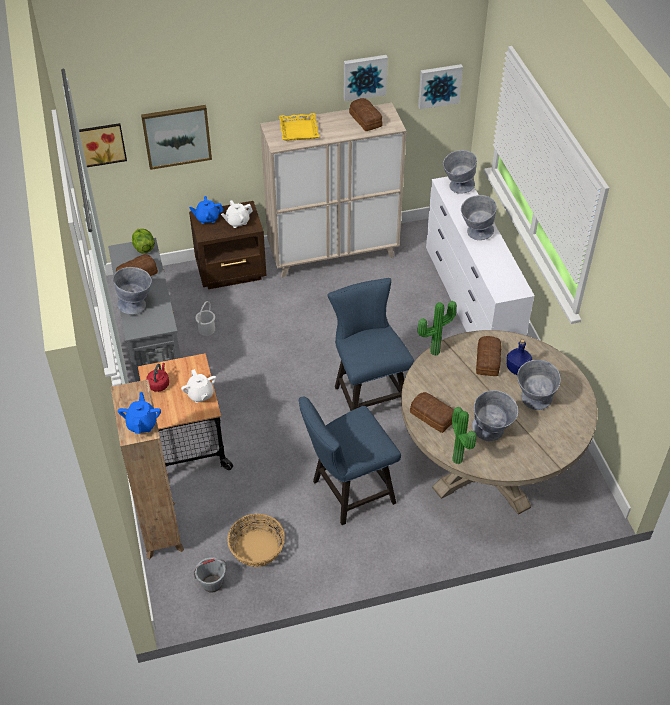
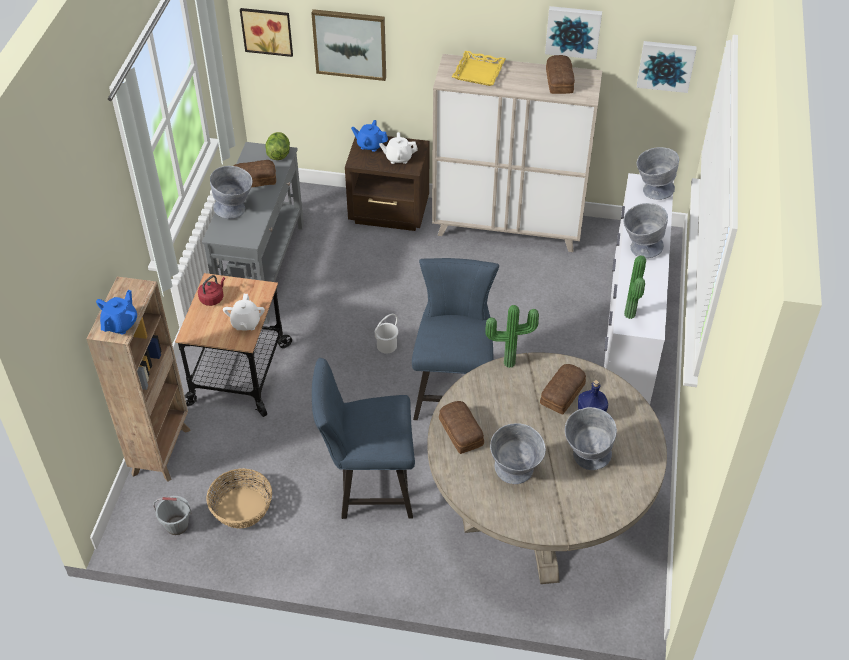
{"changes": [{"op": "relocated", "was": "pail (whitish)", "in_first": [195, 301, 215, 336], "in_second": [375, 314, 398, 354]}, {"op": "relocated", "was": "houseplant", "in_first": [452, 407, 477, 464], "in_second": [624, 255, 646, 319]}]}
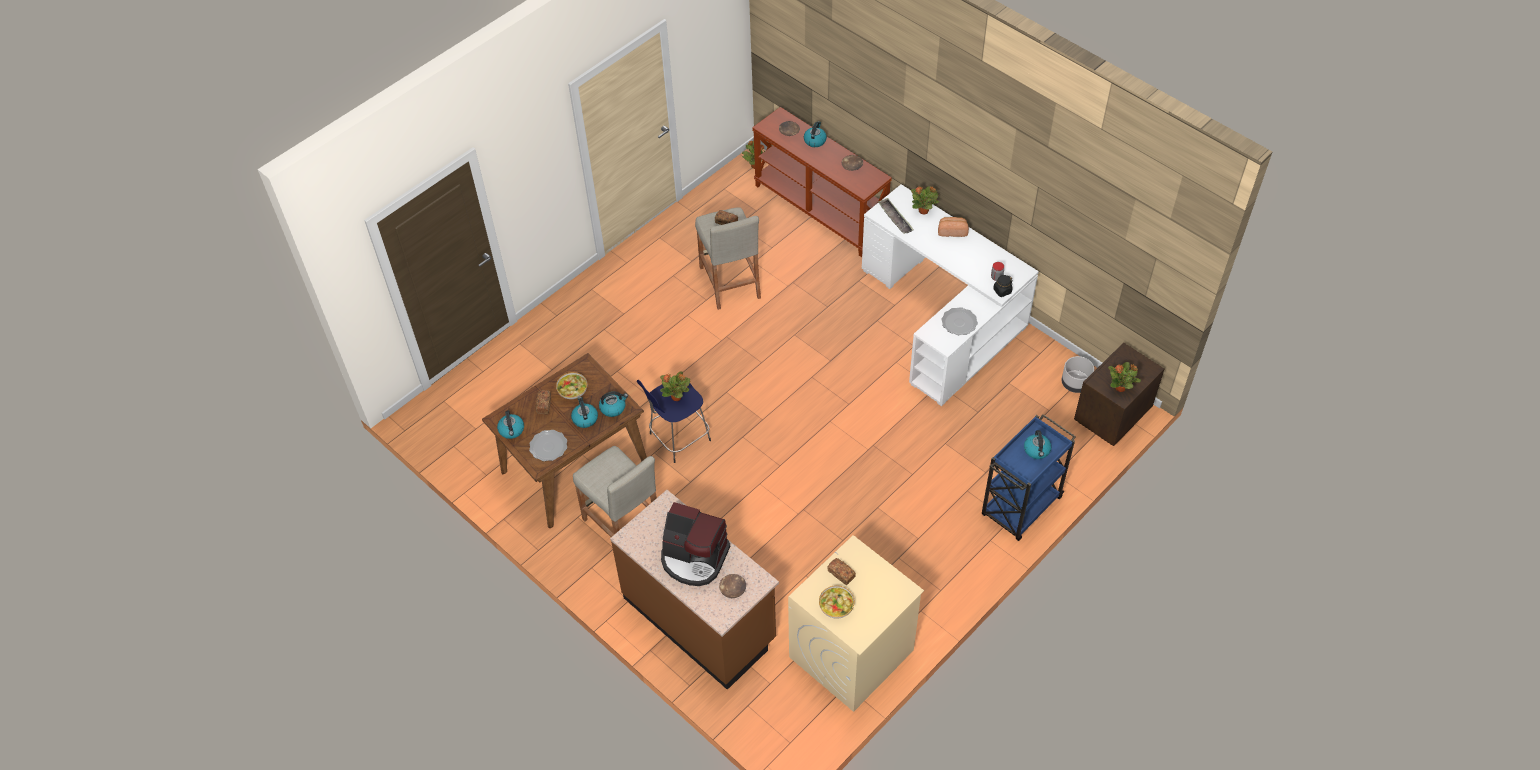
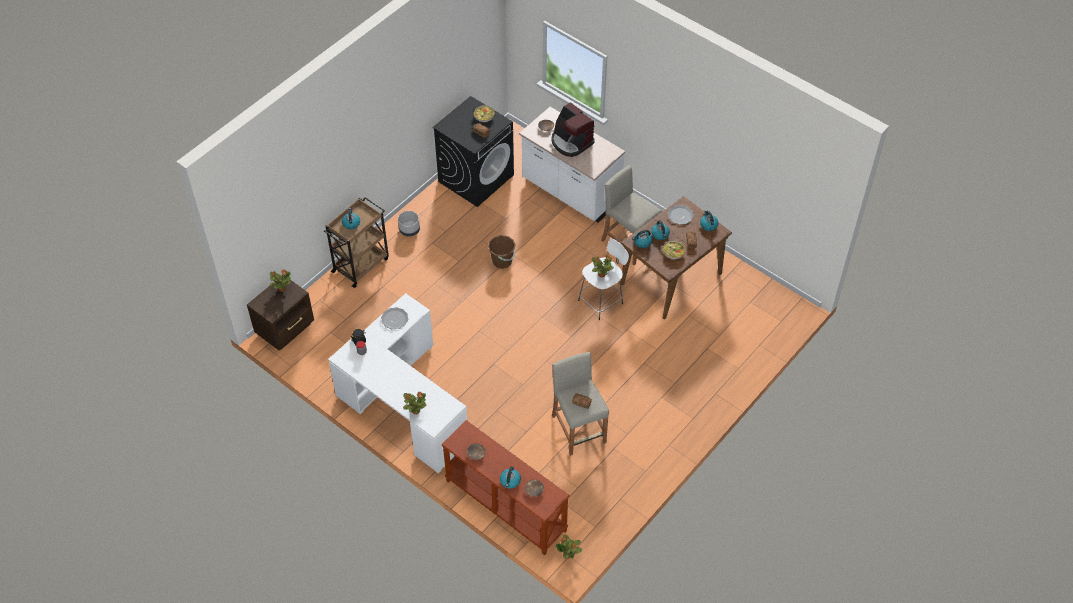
{"changes": [{"op": "missing", "was": "tray", "in_first": [878, 198, 914, 234]}, {"op": "missing", "was": "bread", "in_first": [938, 217, 969, 237]}, {"op": "relocated", "was": "plant pot (greyish)", "in_first": [1062, 356, 1094, 393], "in_second": [398, 211, 420, 237]}, {"op": "colour", "was": "sitting stool (blue-coloured)", "now": "sitting stool (whitish)", "in_first": [637, 380, 711, 463], "in_second": [578, 238, 629, 320]}, {"op": "colour", "was": "trolley (blue-coloured)", "now": "trolley (brown-coloured)", "in_first": [982, 414, 1076, 541], "in_second": [324, 197, 389, 288]}, {"op": "colour", "was": "kitchen base unit (brown-coloured)", "now": "kitchen base unit (whitish)", "in_first": [610, 490, 779, 690], "in_second": [519, 107, 625, 223]}, {"op": "spun", "was": "coffee maker", "in_first": [661, 502, 730, 586], "in_second": [551, 102, 594, 157], "clockwise": -150}, {"op": "colour", "was": "washing machine (beige)", "now": "washing machine (blackish)", "in_first": [788, 535, 924, 712], "in_second": [432, 96, 514, 207]}, {"op": "appeared", "now": "pail (brown-coloured)", "in_second": [488, 235, 516, 269]}]}
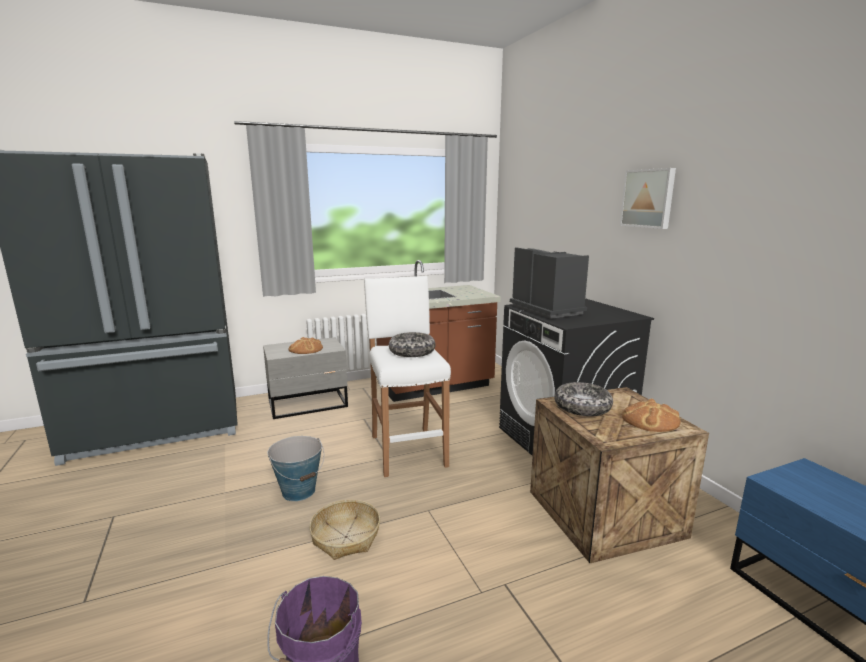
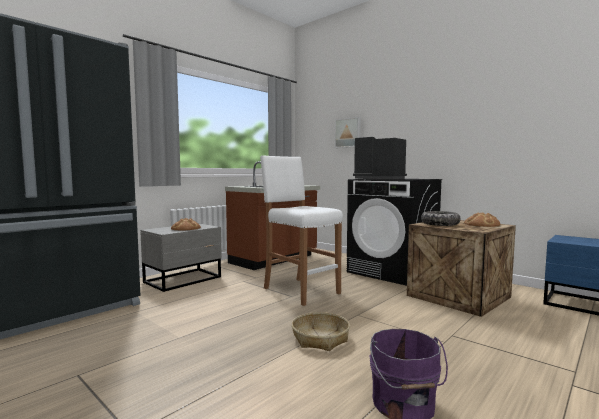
{"changes": [{"op": "relocated", "was": "wall art", "in_first": [620, 168, 676, 229], "in_second": [334, 117, 361, 148]}, {"op": "missing", "was": "serving bowl", "in_first": [389, 332, 436, 357]}, {"op": "missing", "was": "pail", "in_first": [267, 436, 324, 501]}]}
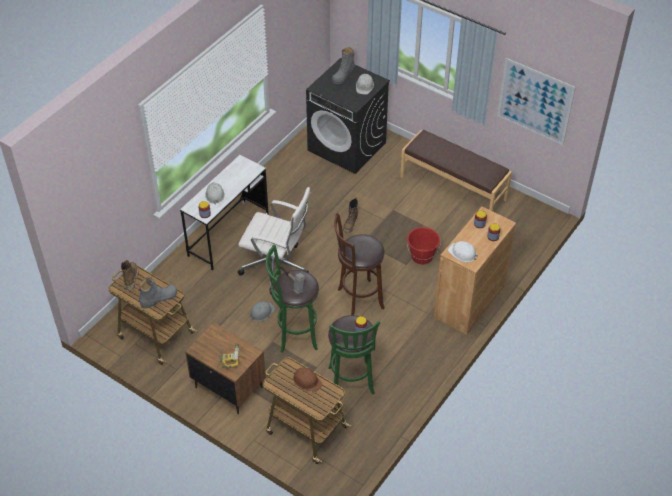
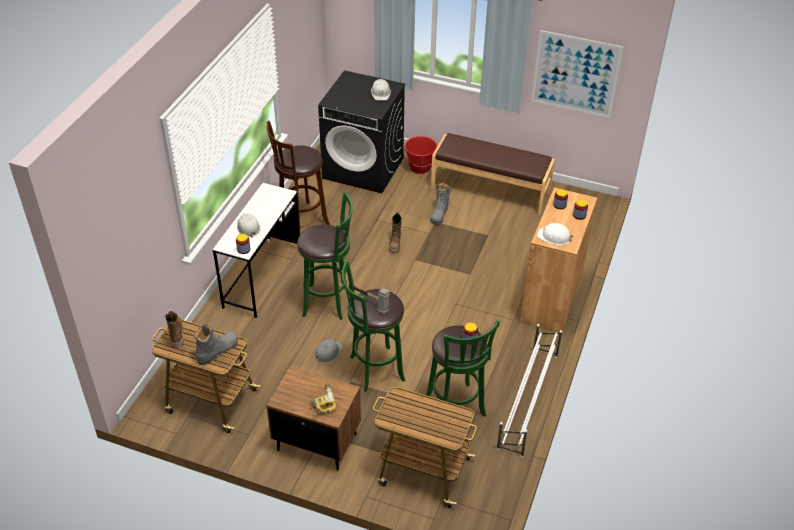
{"changes": [{"op": "relocated", "was": "boot (greyish)", "in_first": [332, 47, 355, 84], "in_second": [430, 182, 450, 225]}, {"op": "exchanged", "was": "computer chair (whitish)", "now": "sitting stool (greenish)", "in_first": [238, 187, 311, 294], "in_second": [297, 192, 353, 320]}, {"op": "relocated", "was": "sitting stool (brown-coloured)", "in_first": [334, 213, 385, 315], "in_second": [267, 121, 330, 227]}, {"op": "relocated", "was": "pail (red-coloured)", "in_first": [407, 227, 441, 264], "in_second": [405, 136, 437, 174]}, {"op": "missing", "was": "safety helmet (brown-coloured)", "in_first": [293, 367, 322, 392]}, {"op": "appeared", "now": "shoe stand (whitish)", "in_second": [497, 324, 562, 458]}]}
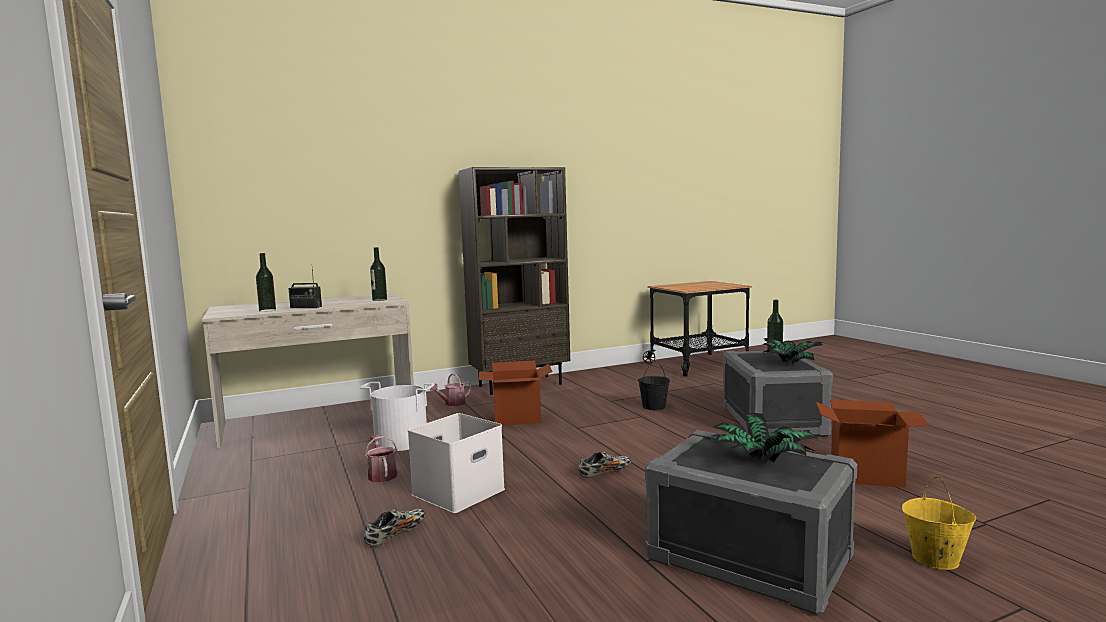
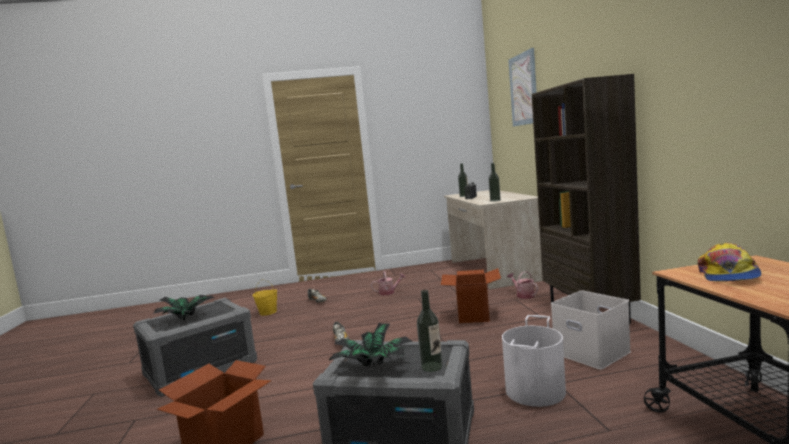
{"changes": [{"op": "missing", "was": "pail (blackish)", "in_first": [638, 361, 670, 410]}, {"op": "relocated", "was": "pail (whitish)", "in_first": [360, 382, 435, 451], "in_second": [502, 315, 566, 407]}, {"op": "relocated", "was": "storage bin (whitish)", "in_first": [408, 413, 505, 513], "in_second": [551, 290, 631, 370]}, {"op": "relocated", "was": "pail (yellowish)", "in_first": [902, 477, 976, 570], "in_second": [253, 279, 277, 316]}, {"op": "appeared", "now": "wall art", "in_second": [508, 48, 537, 126]}, {"op": "appeared", "now": "peaked cap", "in_second": [698, 243, 762, 282]}]}
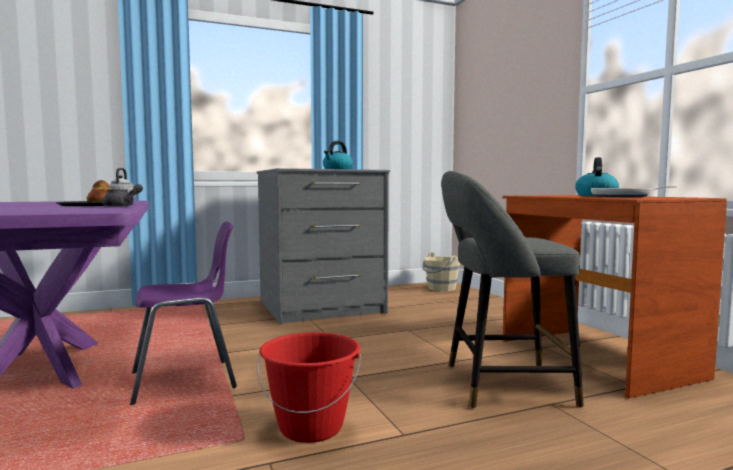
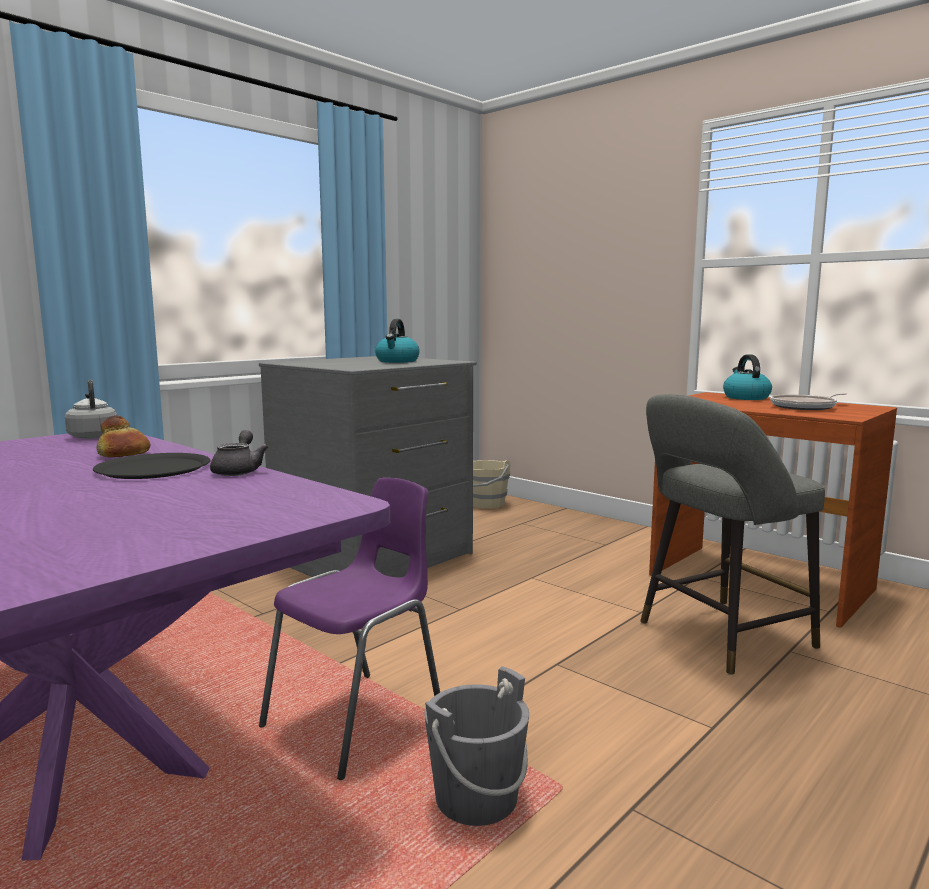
{"changes": [{"op": "missing", "was": "pail (red-coloured)", "in_first": [258, 332, 361, 443]}, {"op": "appeared", "now": "pail (greyish)", "in_second": [424, 666, 529, 826]}]}
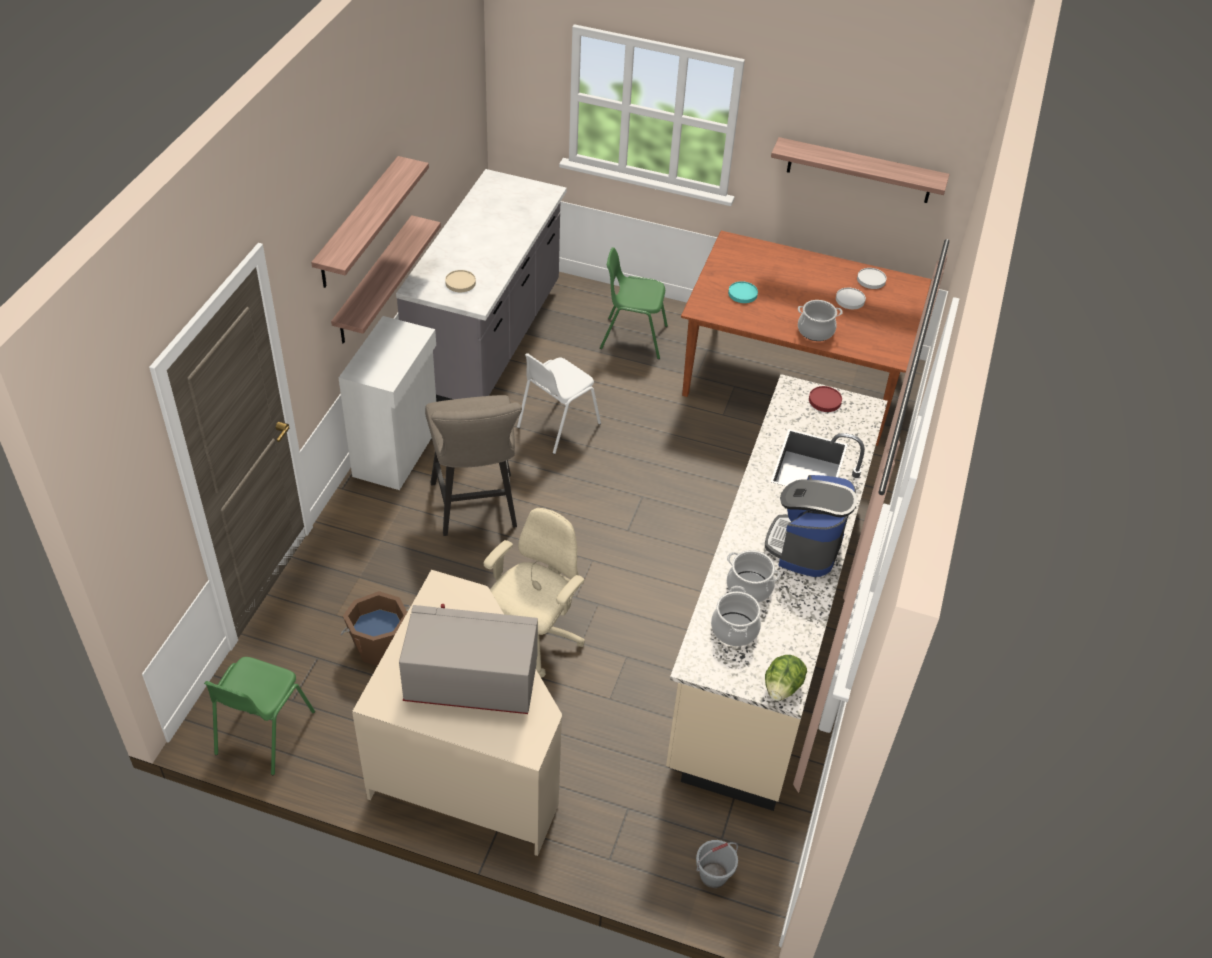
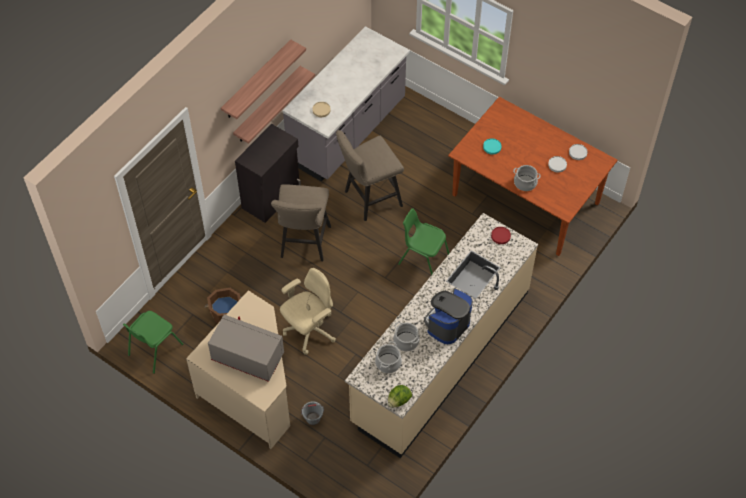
{"changes": [{"op": "missing", "was": "shelf", "in_first": [771, 137, 950, 203]}, {"op": "relocated", "was": "upright chair (greenish)", "in_first": [600, 247, 668, 359], "in_second": [398, 208, 449, 275]}, {"op": "colour", "was": "storage cabinet (whitish)", "now": "storage cabinet (blackish)", "in_first": [339, 316, 436, 490], "in_second": [235, 124, 301, 223]}, {"op": "exchanged", "was": "upright chair (whitish)", "now": "sitting stool (beige)", "in_first": [517, 353, 601, 454], "in_second": [336, 130, 404, 221]}, {"op": "relocated", "was": "pail (greyish)", "in_first": [696, 840, 738, 888], "in_second": [301, 401, 324, 425]}]}
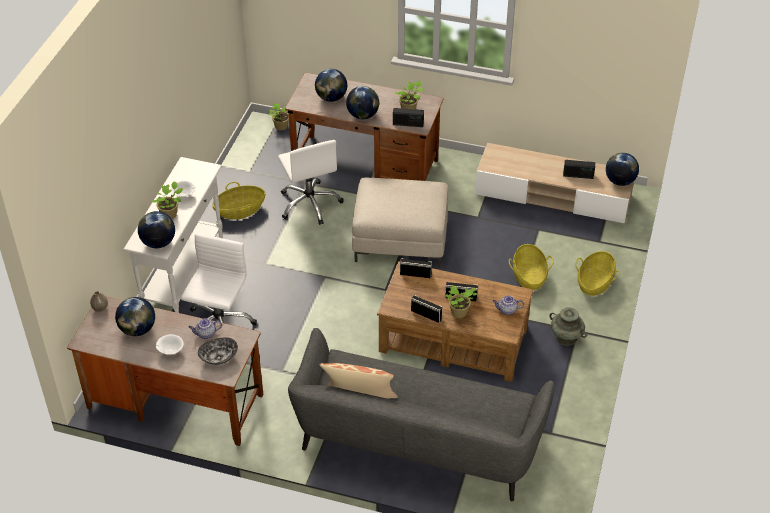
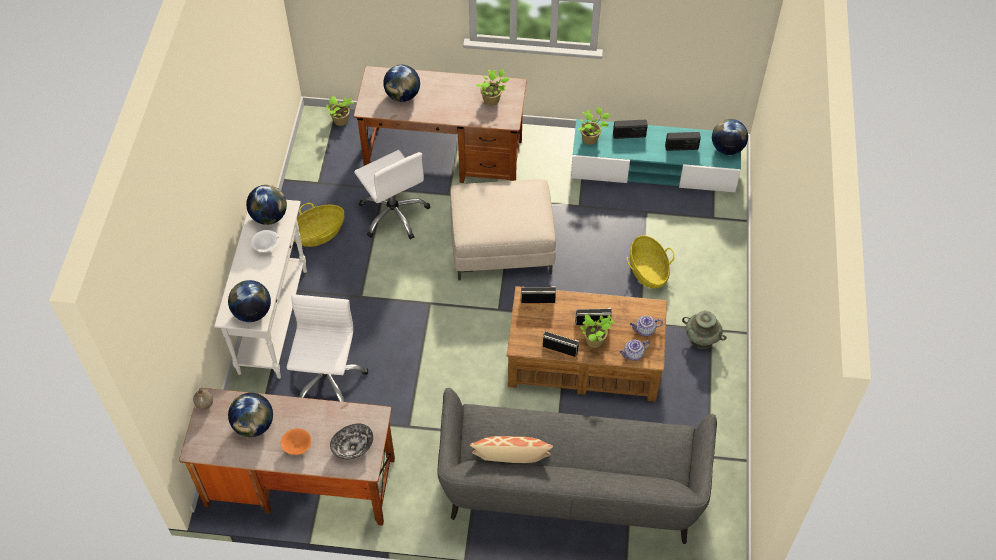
{"changes": [{"op": "relocated", "was": "desk globe", "in_first": [346, 86, 379, 119], "in_second": [246, 185, 287, 225]}, {"op": "relocated", "was": "radio", "in_first": [393, 108, 424, 127], "in_second": [613, 120, 648, 139]}, {"op": "colour", "was": "media console (beige)", "now": "media console (turquoise)", "in_first": [475, 143, 634, 224], "in_second": [571, 119, 741, 193]}, {"op": "relocated", "was": "houseplant", "in_first": [151, 181, 183, 219], "in_second": [579, 107, 610, 145]}, {"op": "missing", "was": "basket", "in_first": [575, 251, 620, 296]}, {"op": "relocated", "was": "pot for tea", "in_first": [188, 318, 222, 339], "in_second": [619, 340, 650, 361]}, {"op": "colour", "was": "serving bowl (whitish)", "now": "serving bowl (orange)", "in_first": [156, 334, 184, 355], "in_second": [280, 428, 311, 455]}]}
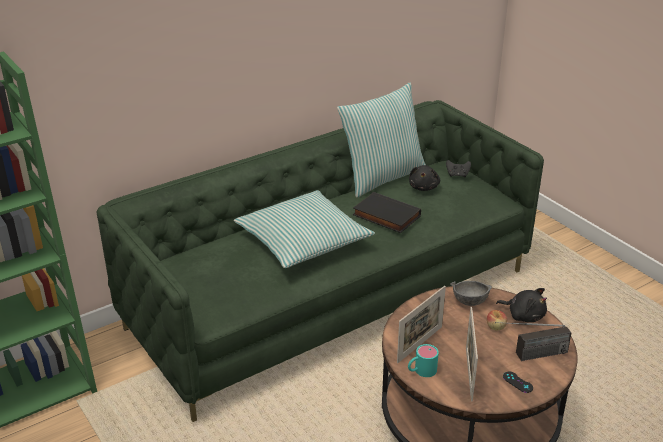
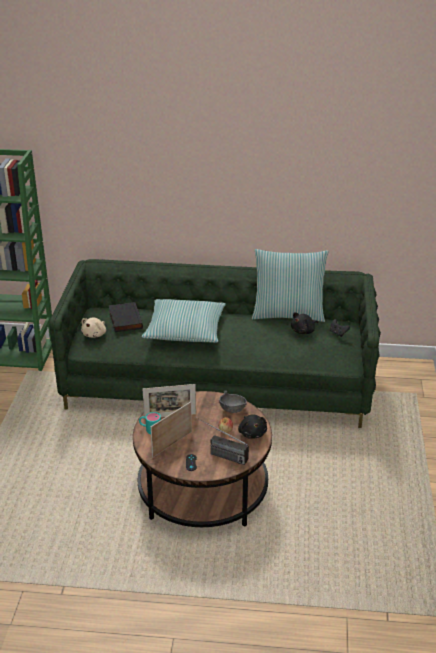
{"changes": [{"op": "relocated", "was": "book (blackish)", "in_first": [353, 192, 421, 233], "in_second": [108, 302, 143, 332]}, {"op": "appeared", "now": "plush toy (beige)", "in_second": [81, 317, 106, 338]}]}
